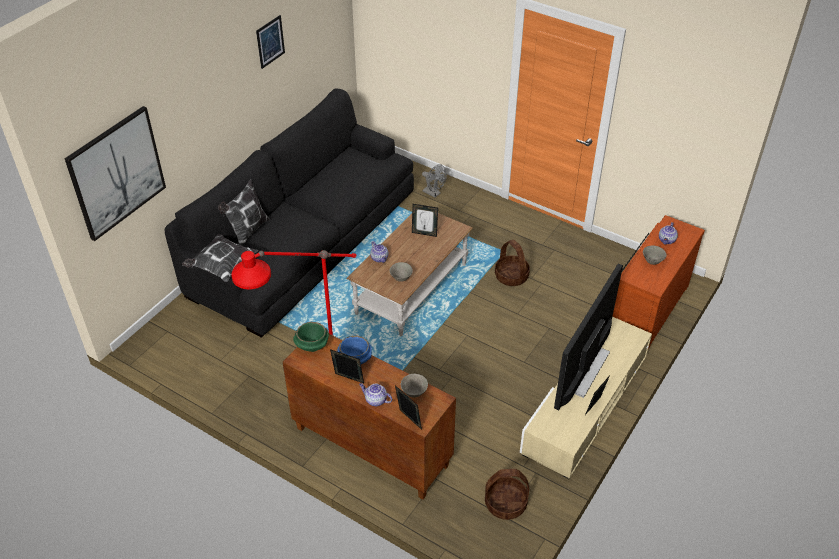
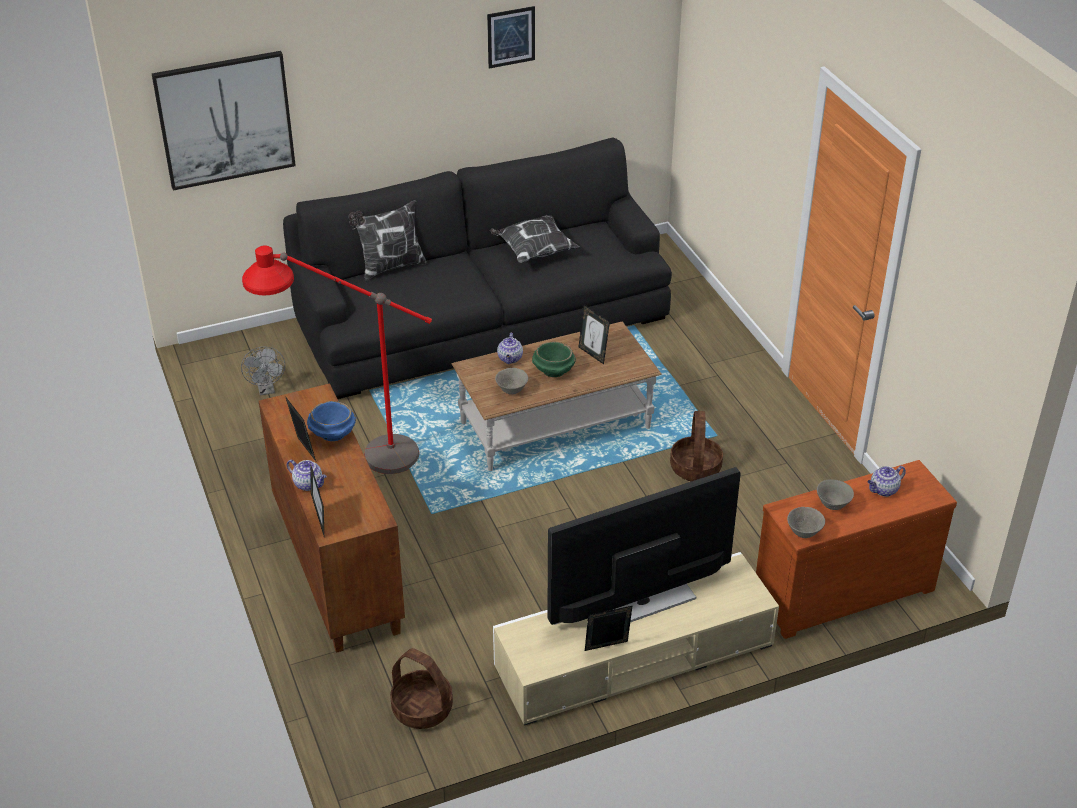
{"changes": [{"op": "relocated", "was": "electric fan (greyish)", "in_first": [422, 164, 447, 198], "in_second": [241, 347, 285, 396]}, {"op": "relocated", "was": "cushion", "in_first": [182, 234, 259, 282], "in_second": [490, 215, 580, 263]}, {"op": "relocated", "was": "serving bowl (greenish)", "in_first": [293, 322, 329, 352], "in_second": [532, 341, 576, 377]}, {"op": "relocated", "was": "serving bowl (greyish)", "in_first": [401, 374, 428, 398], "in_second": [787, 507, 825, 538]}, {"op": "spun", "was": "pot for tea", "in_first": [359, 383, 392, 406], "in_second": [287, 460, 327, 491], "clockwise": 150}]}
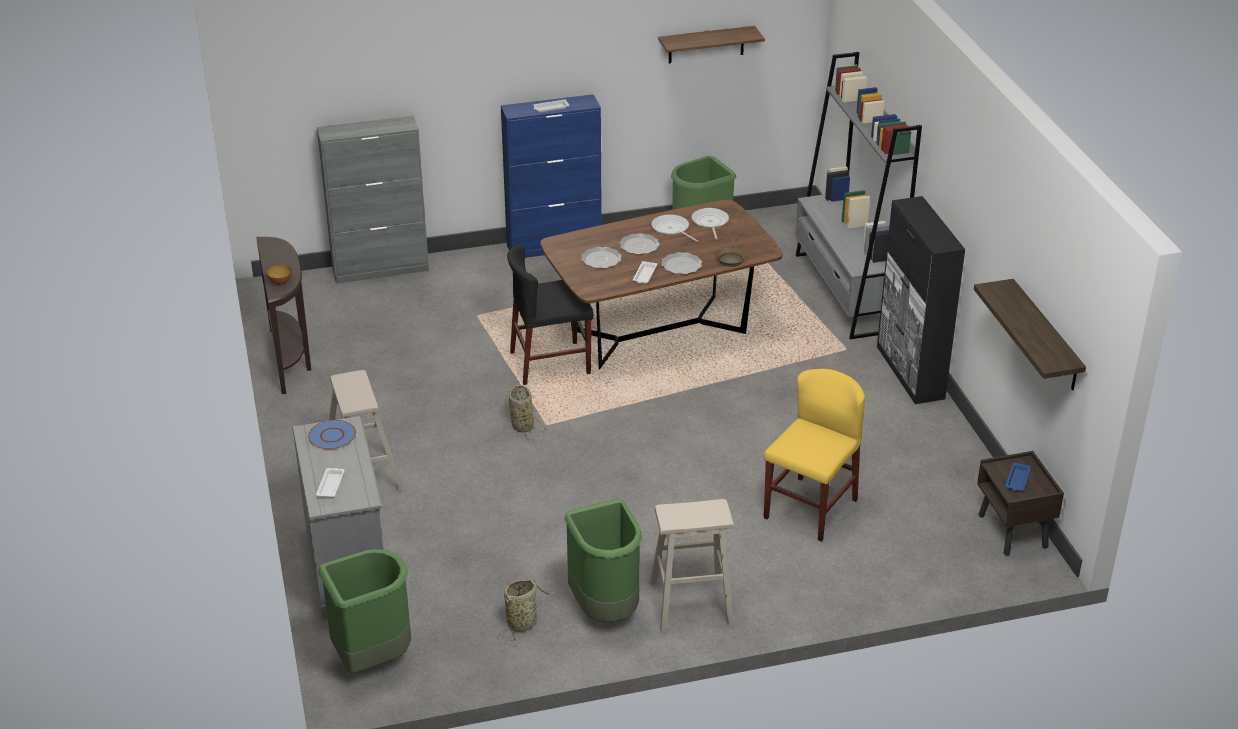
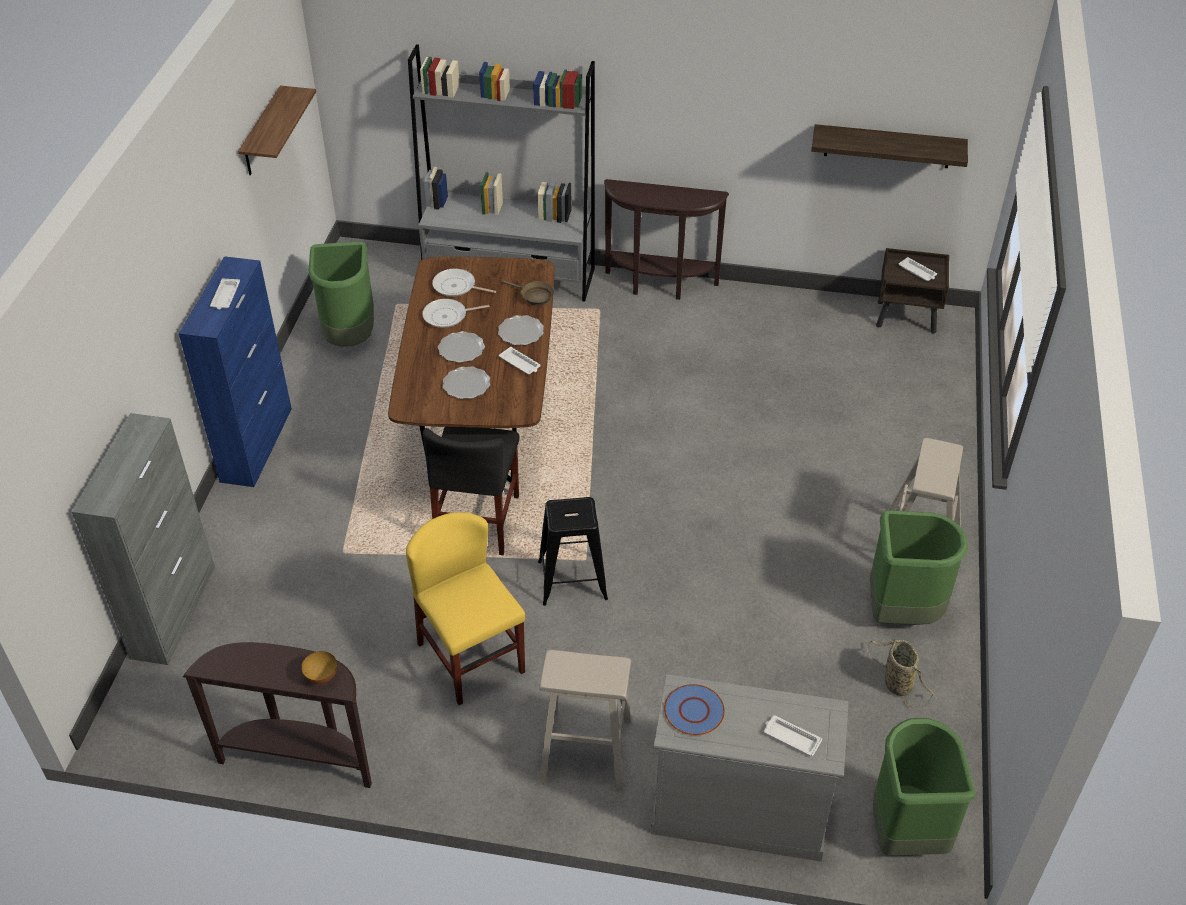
{"changes": [{"op": "exchanged", "was": "storage cabinet (blackish)", "now": "hall table (brown-coloured)", "in_first": [877, 196, 965, 404], "in_second": [604, 179, 729, 300]}, {"op": "relocated", "was": "upright chair (yellowish)", "in_first": [764, 369, 865, 542], "in_second": [406, 512, 525, 705]}, {"op": "exchanged", "was": "basket", "now": "sitting stool (blackish)", "in_first": [503, 385, 548, 440], "in_second": [538, 497, 608, 606]}, {"op": "colour", "was": "tray (blue-coloured)", "now": "tray (whitish)", "in_first": [1005, 462, 1031, 491], "in_second": [899, 257, 937, 281]}]}
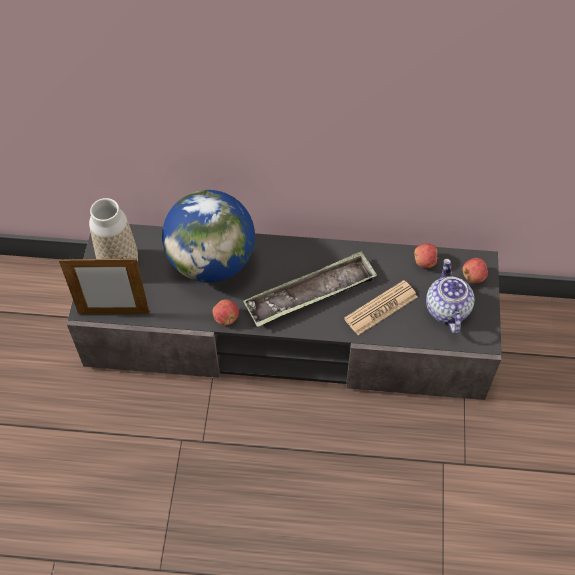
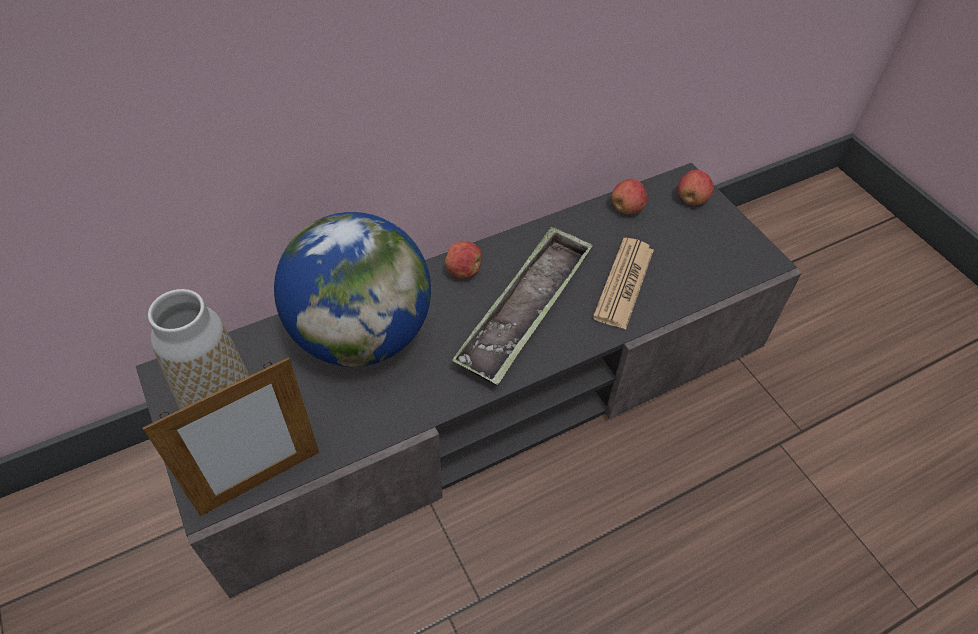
{"changes": [{"op": "missing", "was": "pot for tea", "in_first": [426, 259, 475, 334]}, {"op": "relocated", "was": "whole apple", "in_first": [213, 299, 239, 325], "in_second": [445, 241, 482, 279]}]}
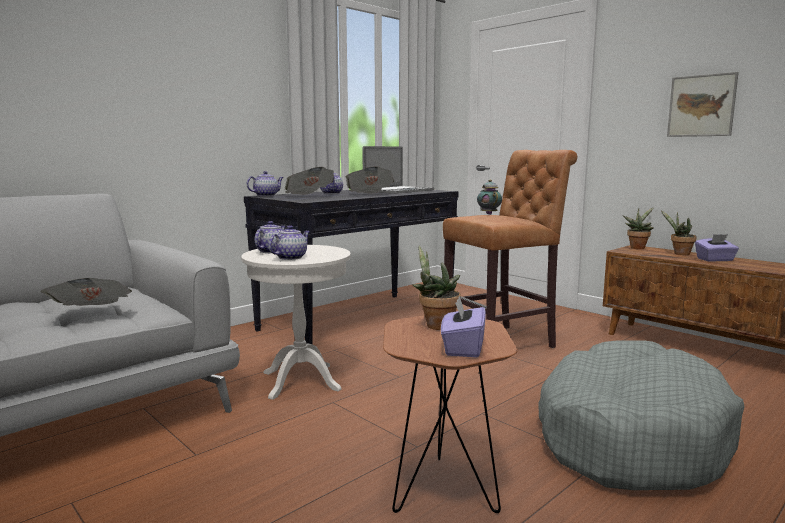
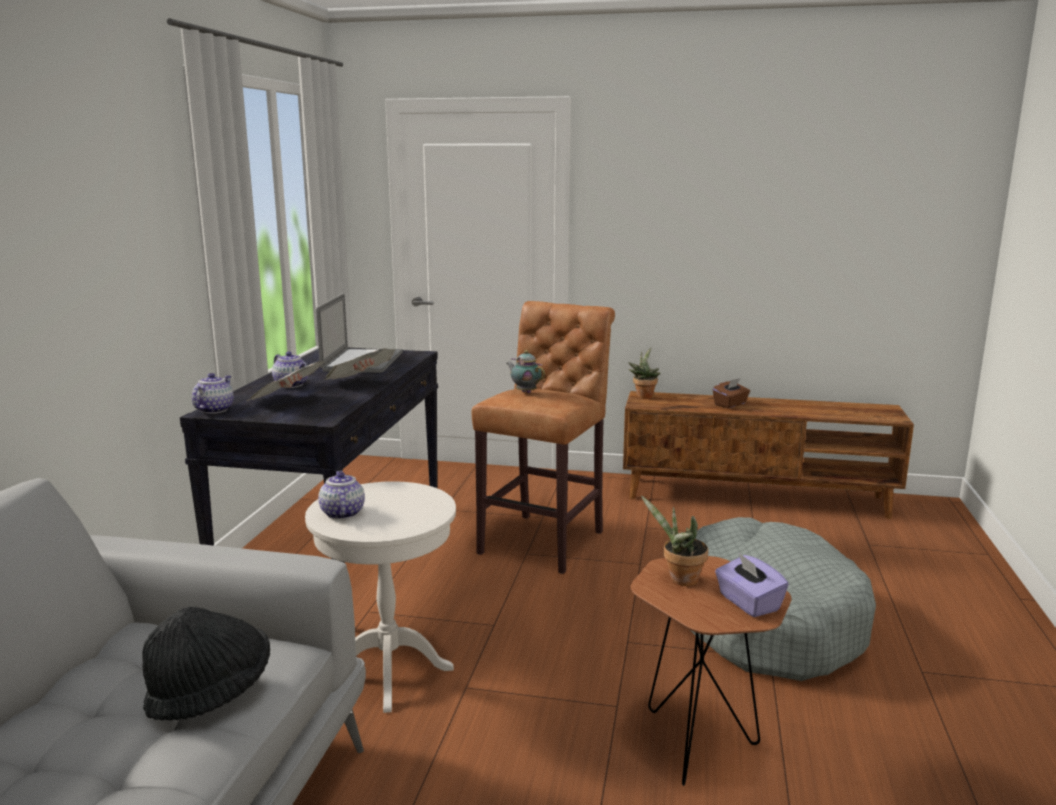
{"changes": [{"op": "missing", "was": "wall art", "in_first": [667, 72, 739, 137]}, {"op": "missing", "was": "houseplant", "in_first": [661, 211, 697, 255]}, {"op": "missing", "was": "pot for tea", "in_first": [268, 225, 310, 260]}, {"op": "colour", "was": "tissue holder (purple)", "now": "tissue holder (brown-coloured)", "in_first": [695, 234, 739, 262], "in_second": [713, 378, 750, 409]}, {"op": "exchanged", "was": "printed paper", "now": "clothing hat (blackish)", "in_first": [40, 278, 132, 306], "in_second": [142, 607, 270, 721]}]}
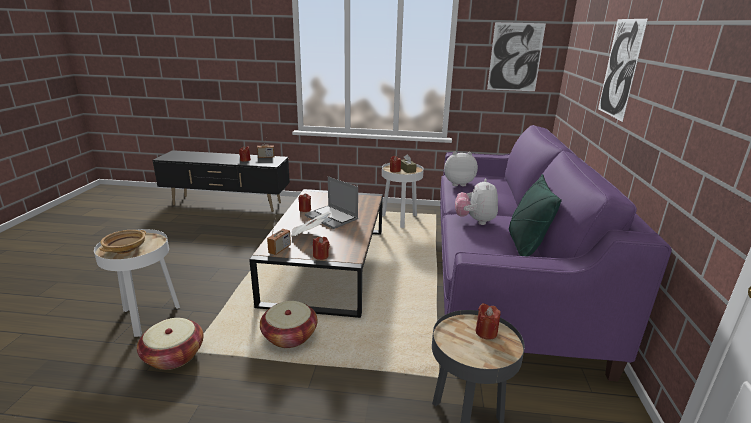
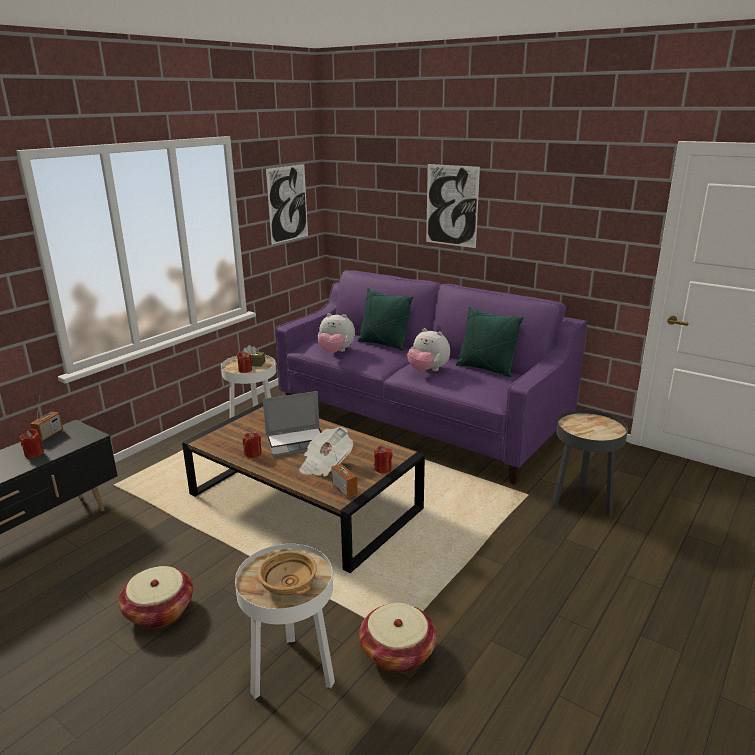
{"changes": [{"op": "spun", "was": "plush toy", "in_first": [444, 151, 478, 186], "in_second": [318, 313, 355, 353], "clockwise": -105}, {"op": "relocated", "was": "basket", "in_first": [260, 301, 318, 348], "in_second": [119, 566, 193, 628]}, {"op": "missing", "was": "wax light (red-coloured)", "in_first": [476, 303, 501, 340]}, {"op": "appeared", "now": "cushion (greenish)", "in_second": [357, 288, 413, 351]}]}
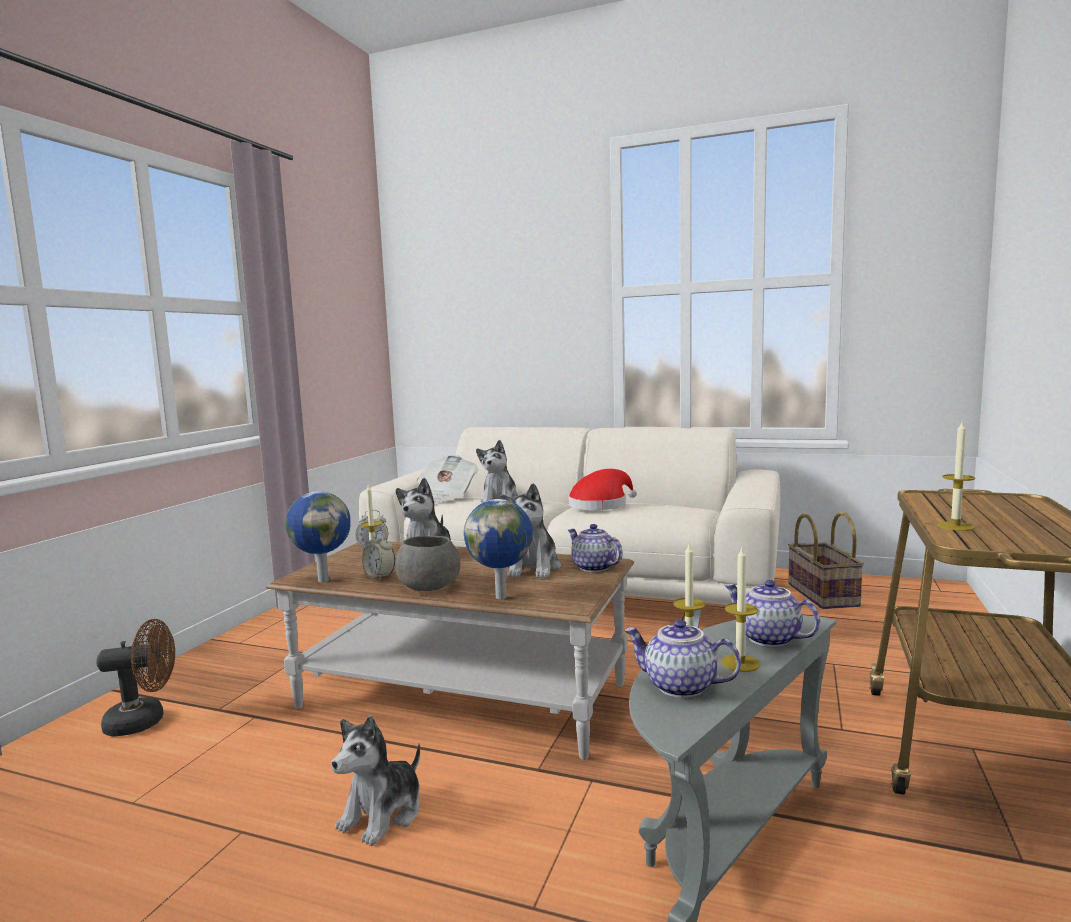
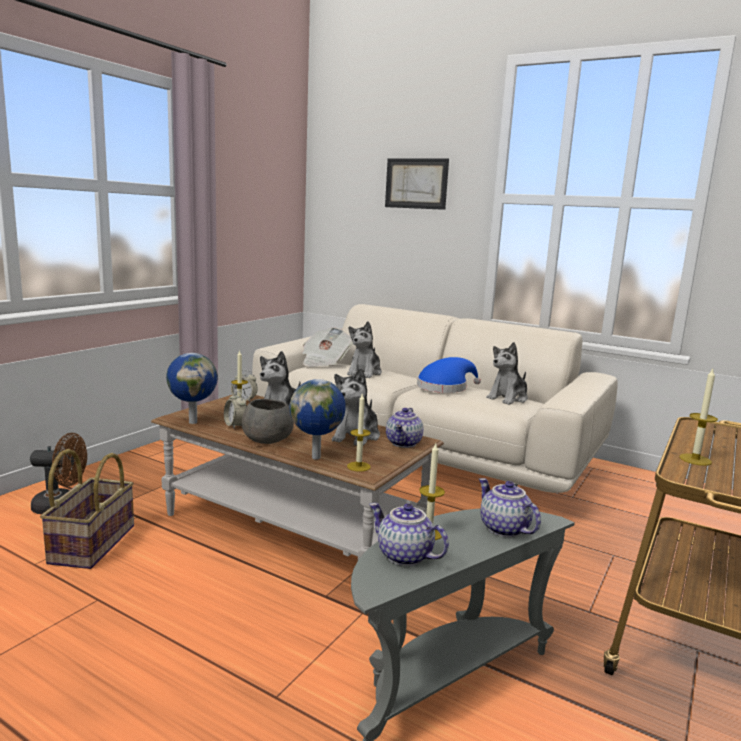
{"changes": [{"op": "colour", "was": "clothing hat (red-coloured)", "now": "clothing hat (blue-coloured)", "in_first": [568, 469, 637, 510], "in_second": [417, 357, 481, 393]}, {"op": "relocated", "was": "basket", "in_first": [788, 512, 864, 609], "in_second": [40, 449, 134, 569]}, {"op": "spun", "was": "pot for tea", "in_first": [568, 524, 623, 572], "in_second": [386, 408, 423, 448], "clockwise": -135}, {"op": "relocated", "was": "wax light", "in_first": [721, 548, 760, 672], "in_second": [347, 394, 371, 472]}, {"op": "relocated", "was": "plush toy", "in_first": [331, 716, 420, 846], "in_second": [486, 342, 528, 405]}, {"op": "appeared", "now": "wall art", "in_second": [385, 158, 449, 210]}]}
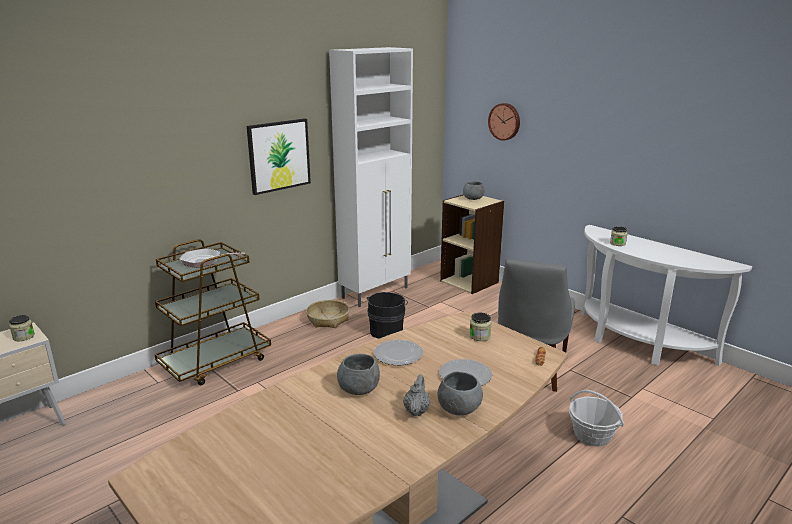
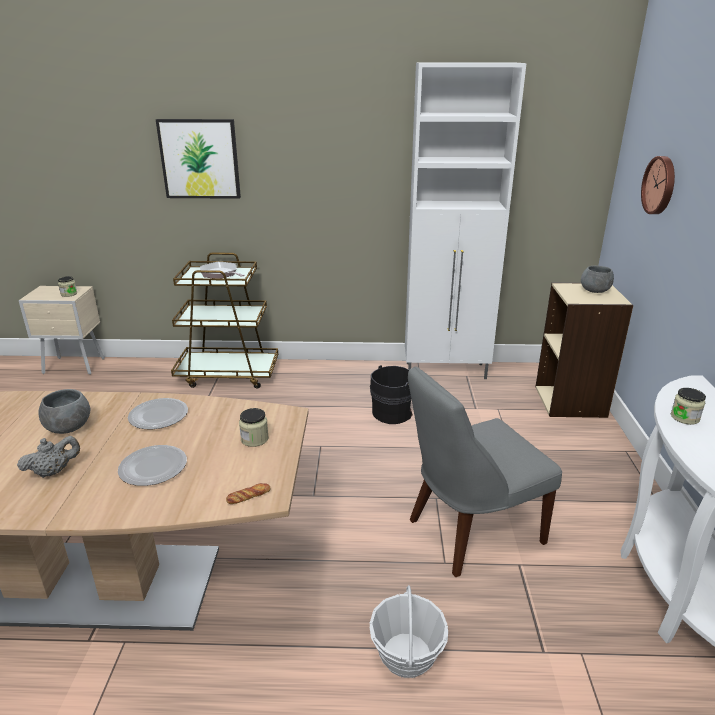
{"changes": [{"op": "relocated", "was": "wall art", "in_first": [247, 118, 311, 195], "in_second": [156, 119, 241, 199]}, {"op": "missing", "was": "basket", "in_first": [306, 300, 349, 328]}, {"op": "missing", "was": "serving bowl (greyish)", "in_first": [438, 372, 483, 415]}]}
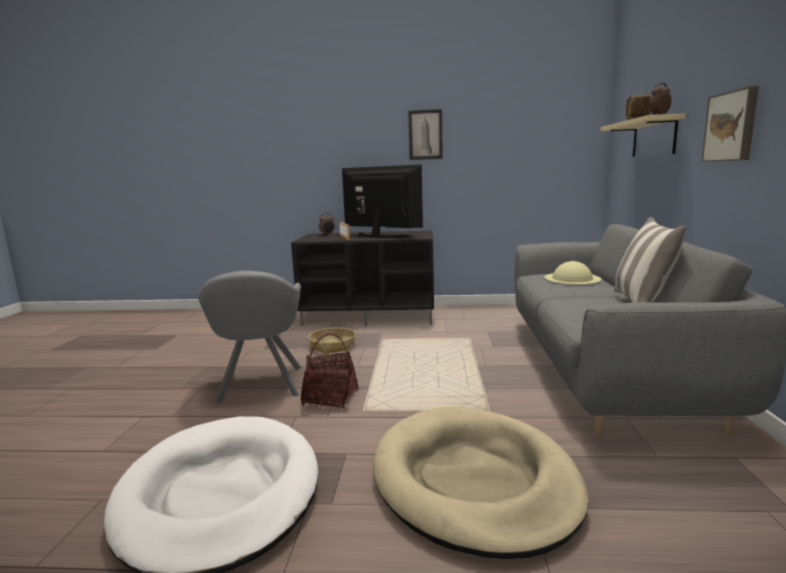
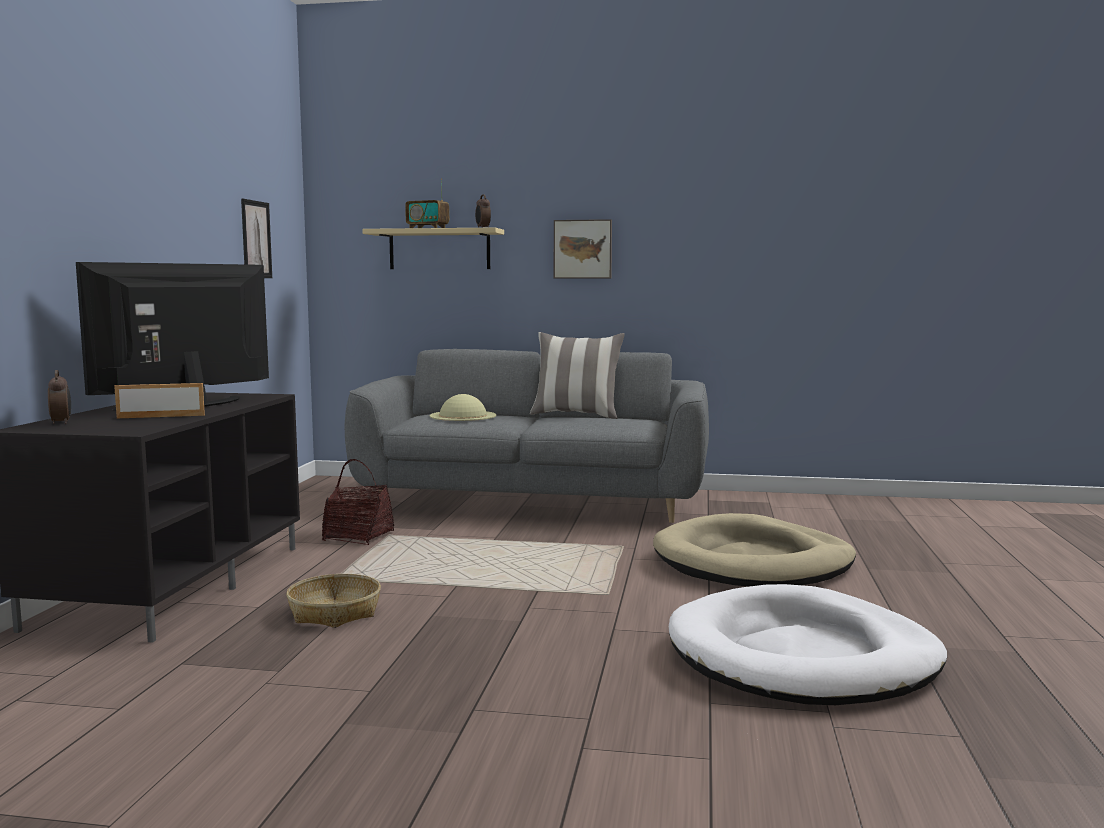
{"changes": [{"op": "relocated", "was": "wall art", "in_first": [408, 109, 443, 160], "in_second": [241, 199, 272, 278]}, {"op": "missing", "was": "armchair (greyish)", "in_first": [198, 271, 301, 404]}, {"op": "relocated", "was": "basket", "in_first": [301, 333, 358, 408], "in_second": [322, 459, 394, 545]}]}
